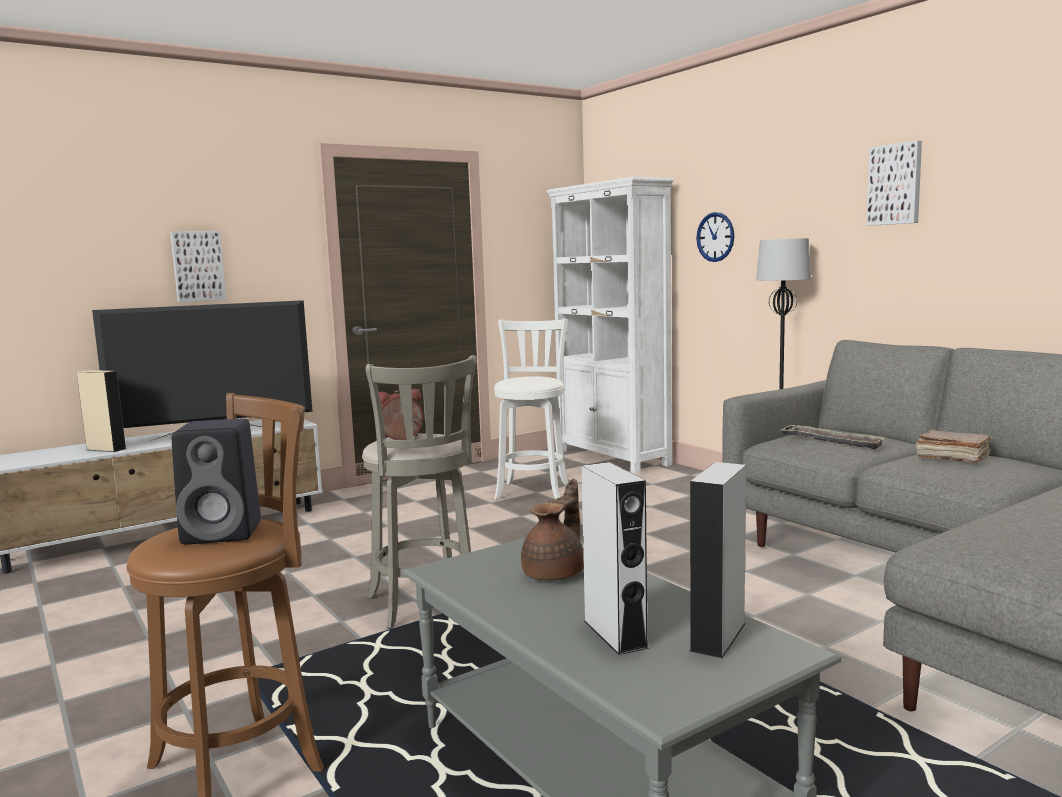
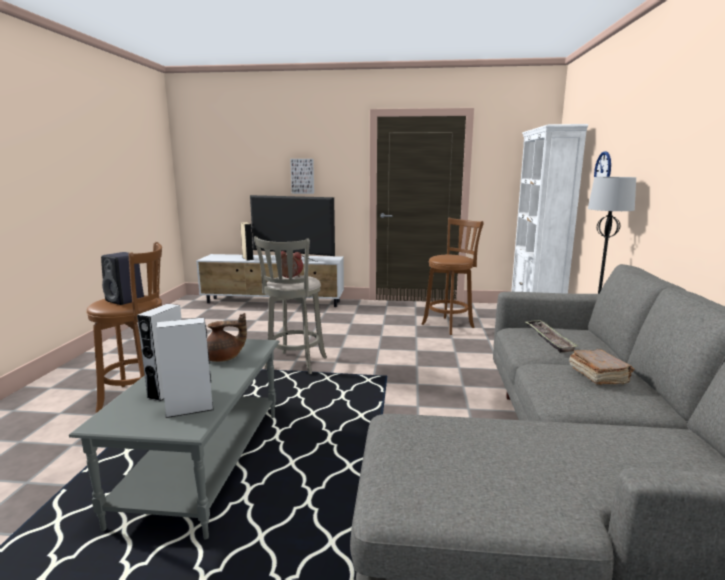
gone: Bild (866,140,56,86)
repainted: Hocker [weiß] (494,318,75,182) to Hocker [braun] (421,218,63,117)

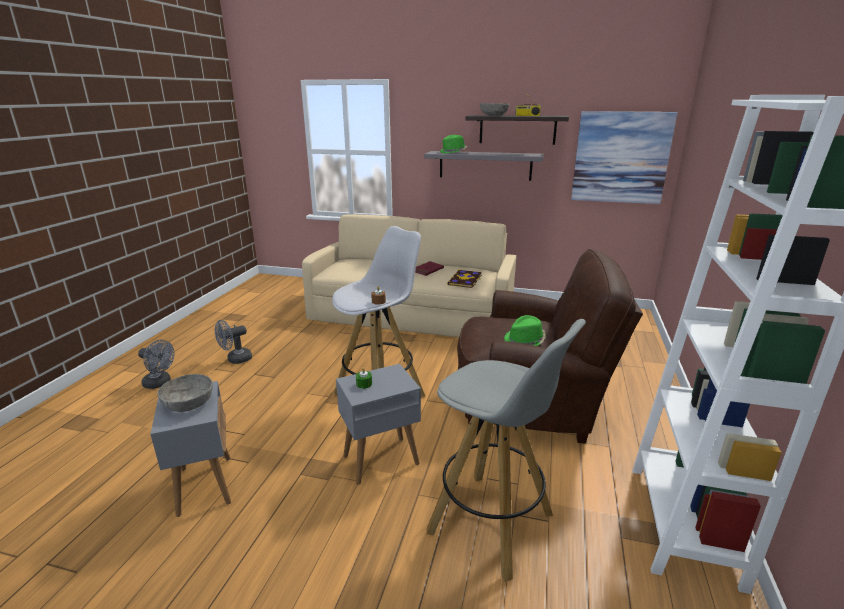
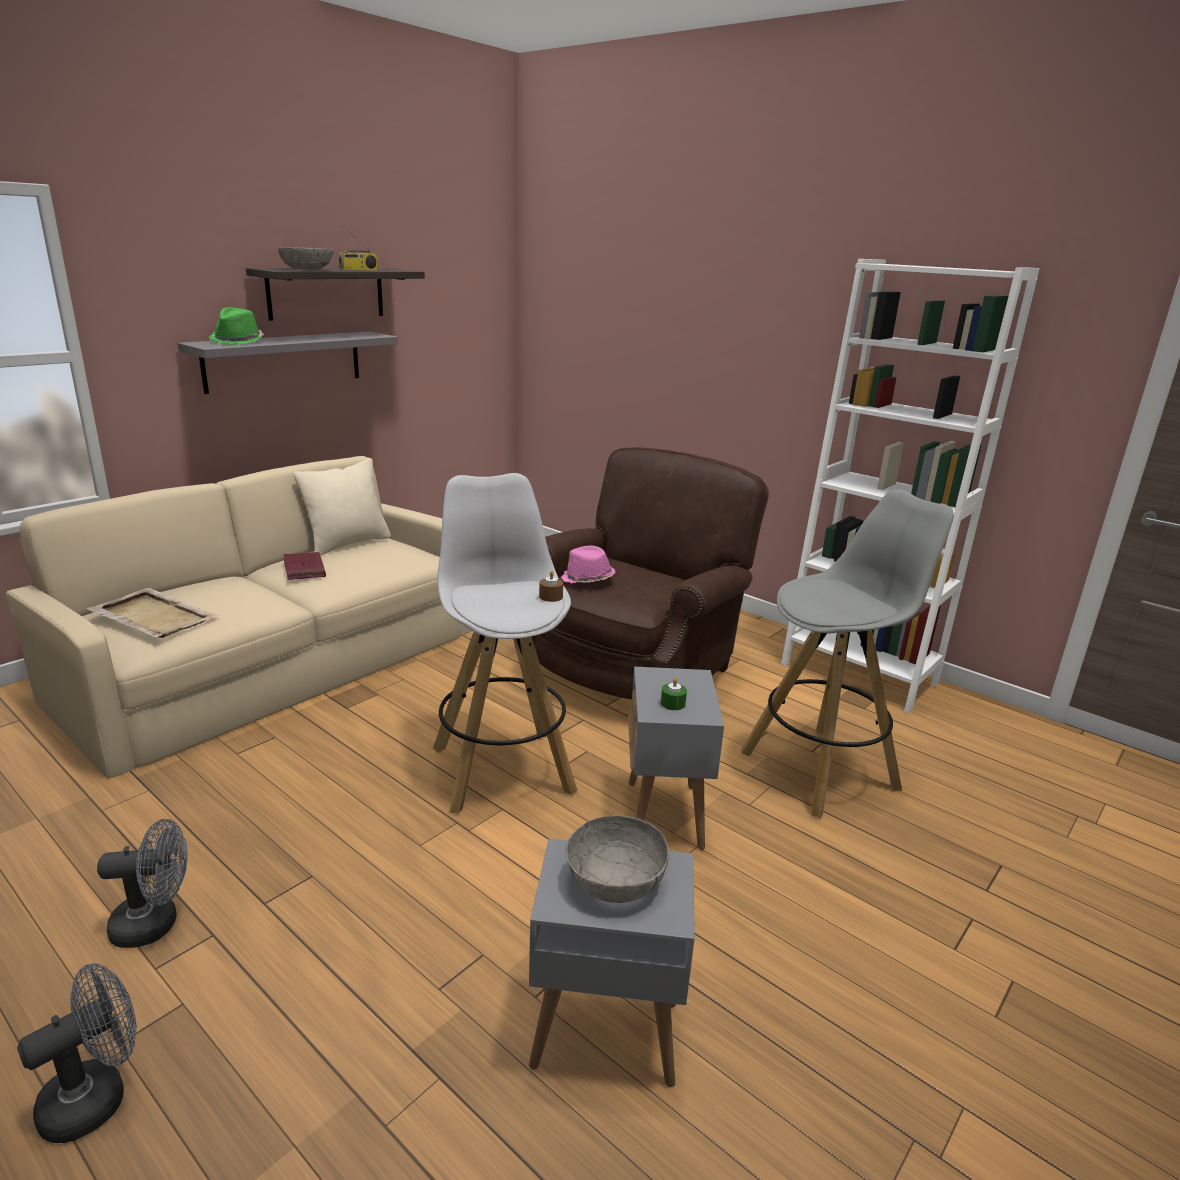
gone: Buch (447,269,35,19); Hut [grün] (504,315,42,31); Bild (571,111,107,93)
new: Tablett [beige] (86,587,133,51); Kissen [beige] (293,458,98,97); Hut [rosa] (561,546,55,38)
rotated: Ventilator [grau] (215,320,37,44) = (97,819,91,129) 90 degrees counterclockwise

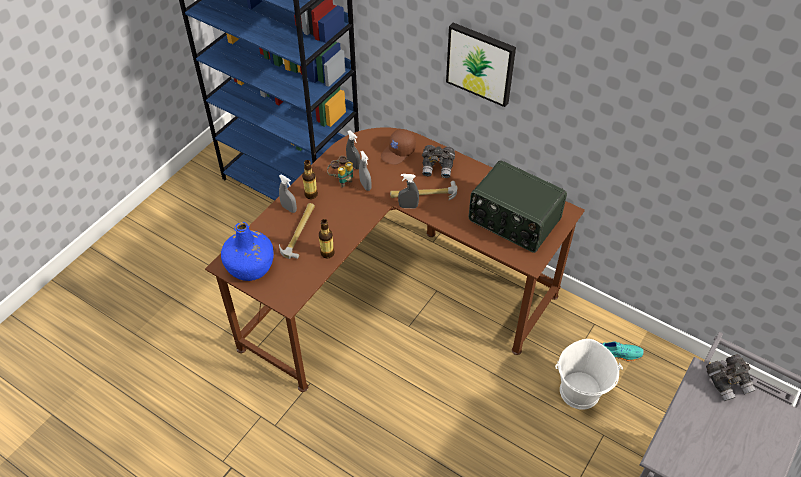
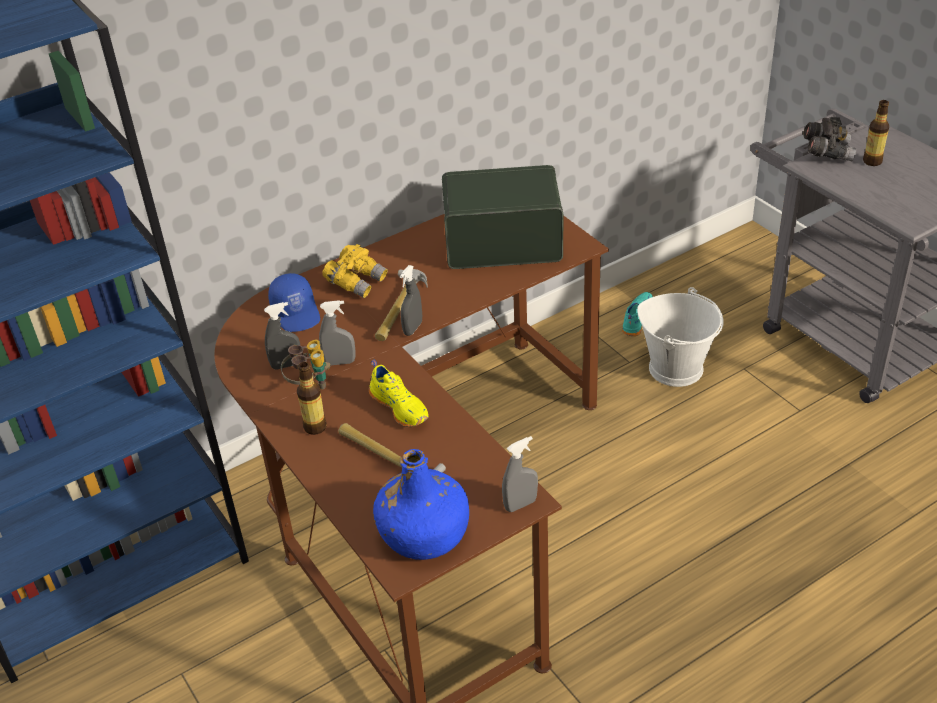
gone: Bild (446,23,70,84)
new: Schuh [gelb] (369,360,60,67)
shifted: Sprühflasche [grau] (279,174,18,39) to (502,436,36,76); Flasche (319,219,16,40) to (863,100,26,66)
repainted: Kappe [braun] (381,129,35,36) to Kappe [blau] (268,273,52,59); Fernglas [grau] (422,145,33,33) to Fernglas [gelb] (322,244,66,54)
rotated: Radio (469,160,98,93) = (442,165,121,104) 150 degrees counterclockwise

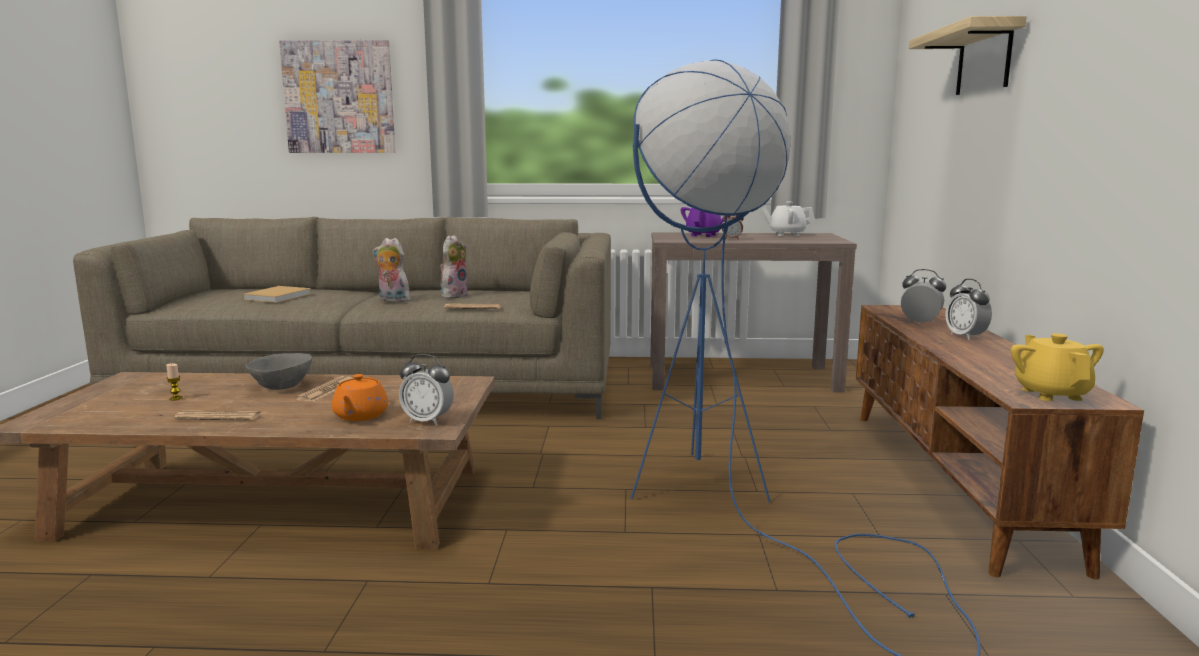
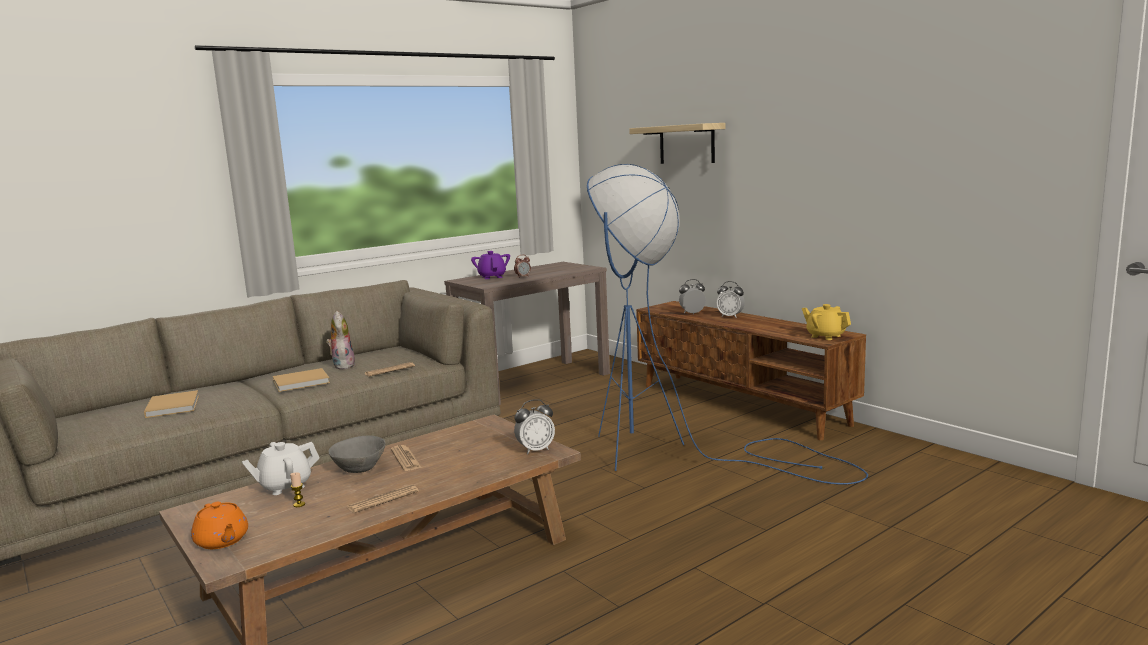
gone: Bild (279,40,116,113)
shifted: Teekanne [orange] (332,374,56,47) to (191,502,57,47); Teekanne [weiß] (762,202,53,34) to (242,442,77,53)
swapped: Plüschtier (373,238,37,64) to Buch [beige] (273,368,57,24)

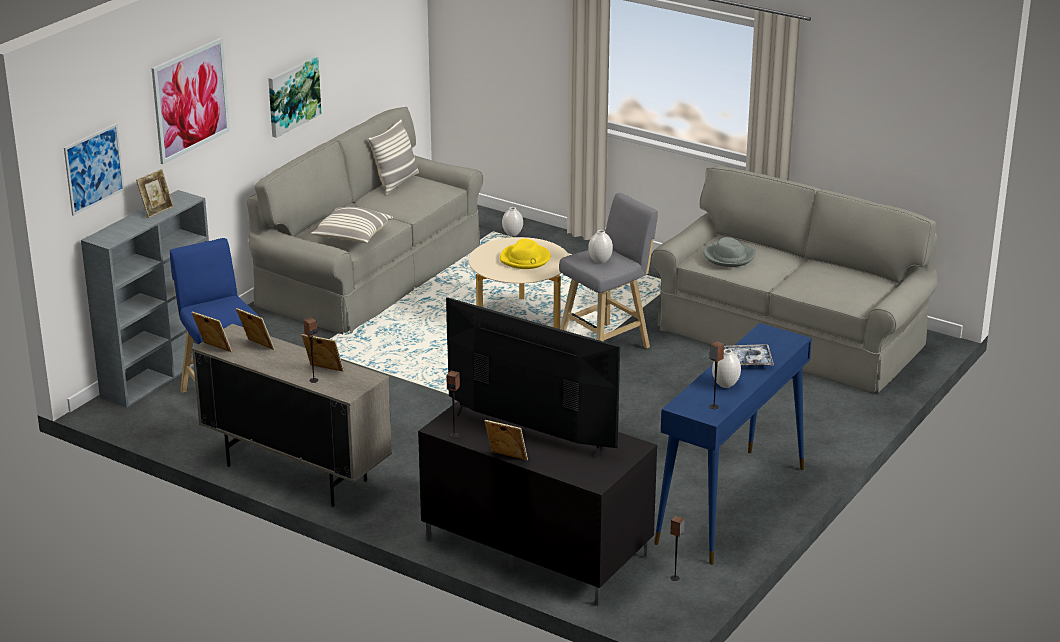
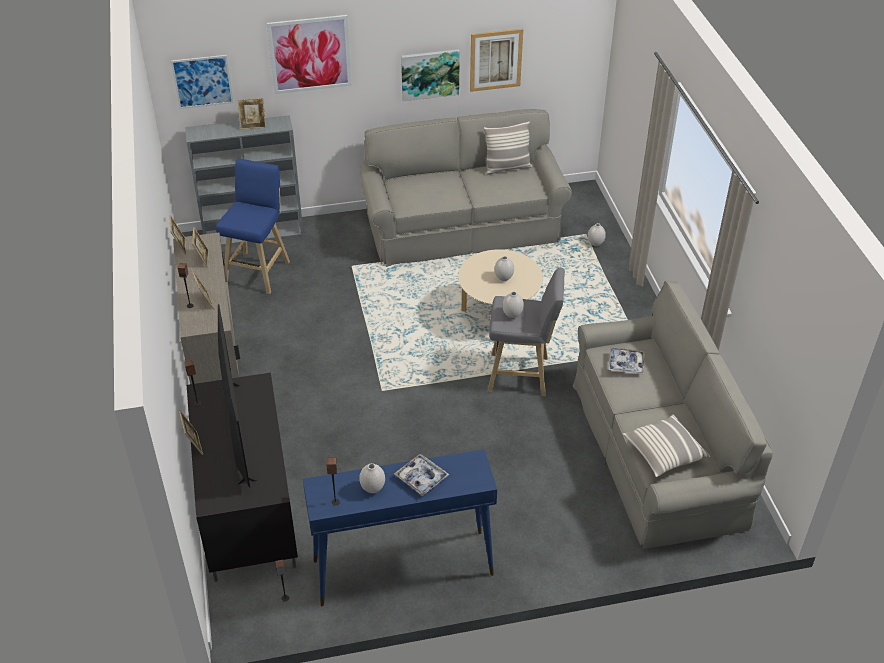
new: Bild (470,29,53,63)
shifted: Kissen (311,207,82,36) to (623,414,87,63)
swapped: Hut [gelb] (500,239,51,30) to Vase [weiß] (494,256,20,25); Hut [grau] (704,237,52,30) to Tablett (608,347,37,27)

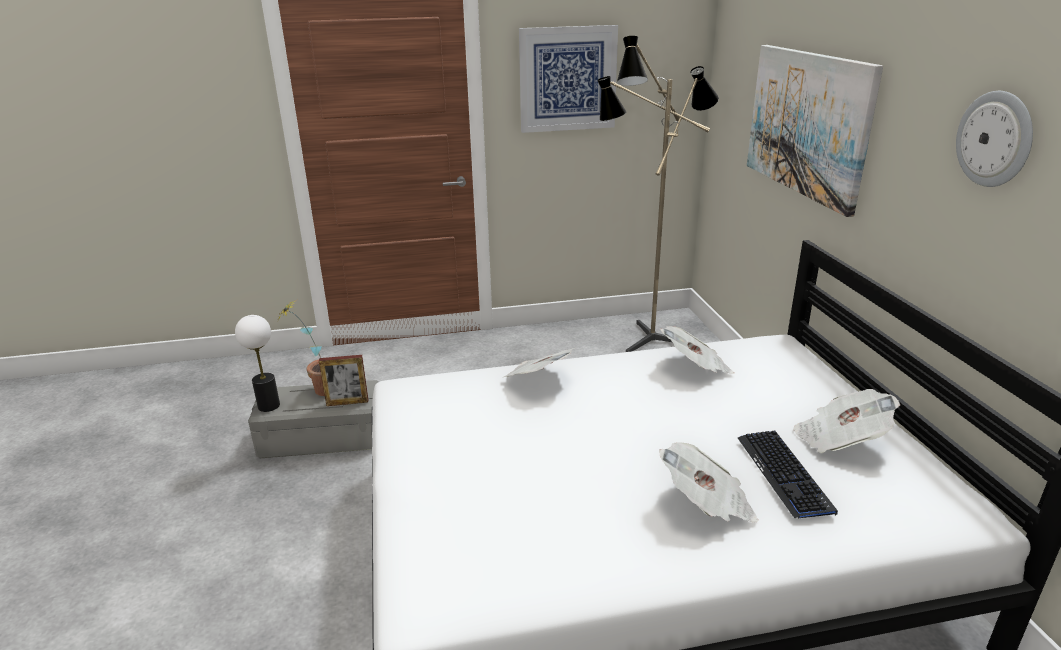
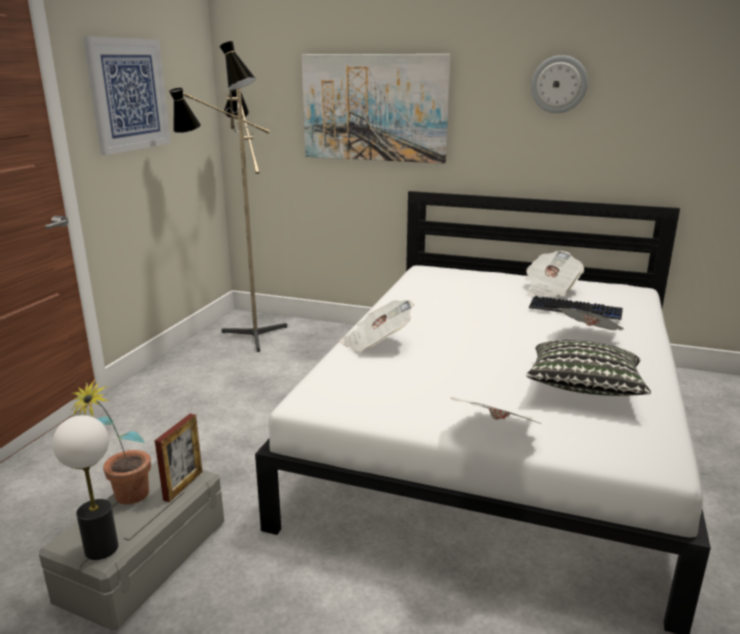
new: Kissen (526,340,125,56)
shifted: Zeitung (660,326,75,48) to (451,397,90,27)

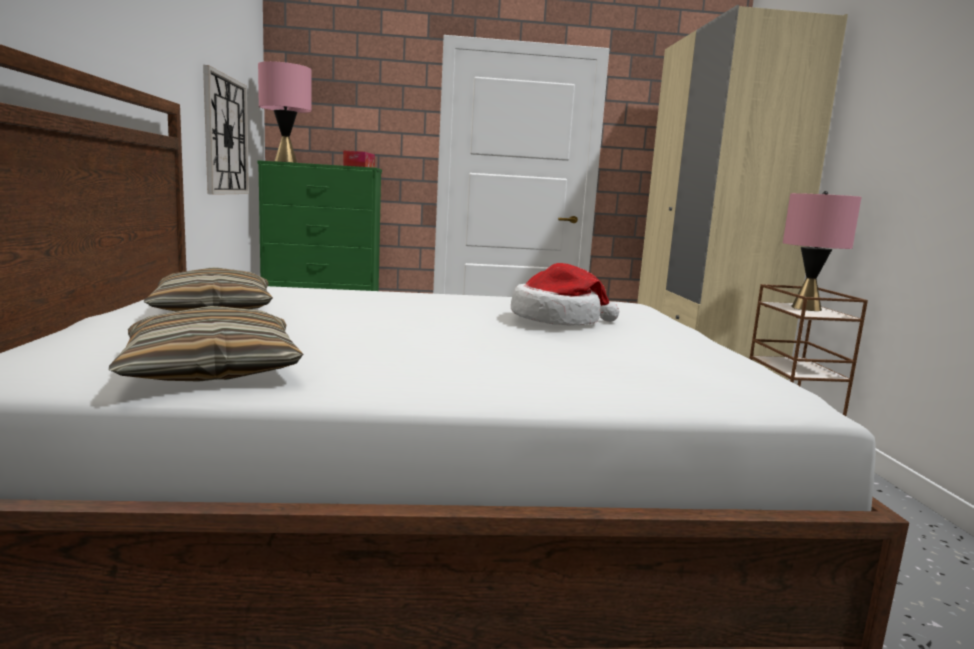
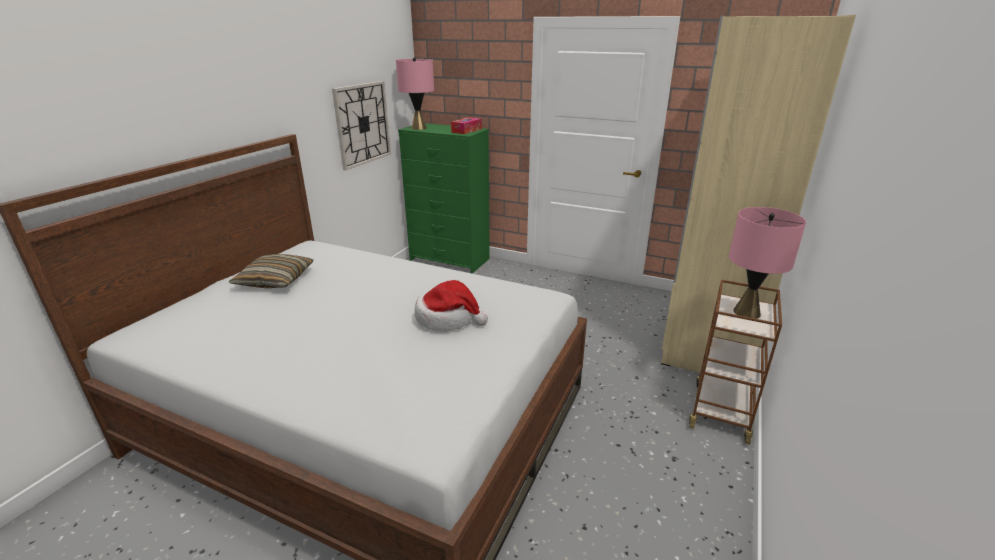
gone: Kissen (109,306,194,76)

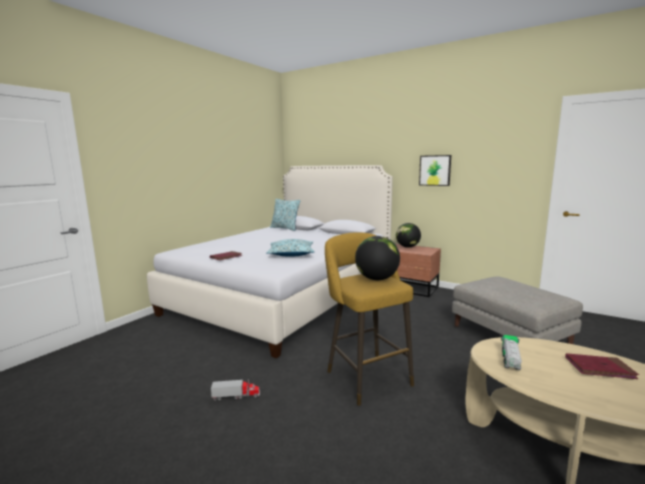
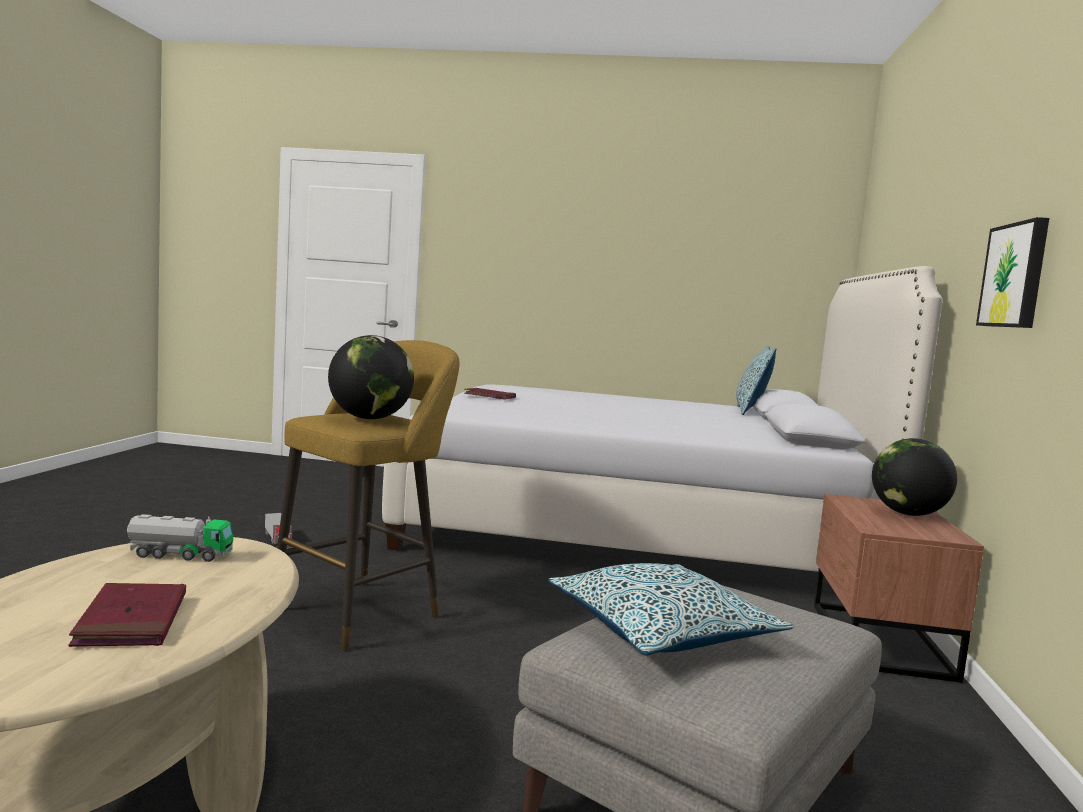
shifted: Kissen (266,239,48,18) to (548,563,246,93)

